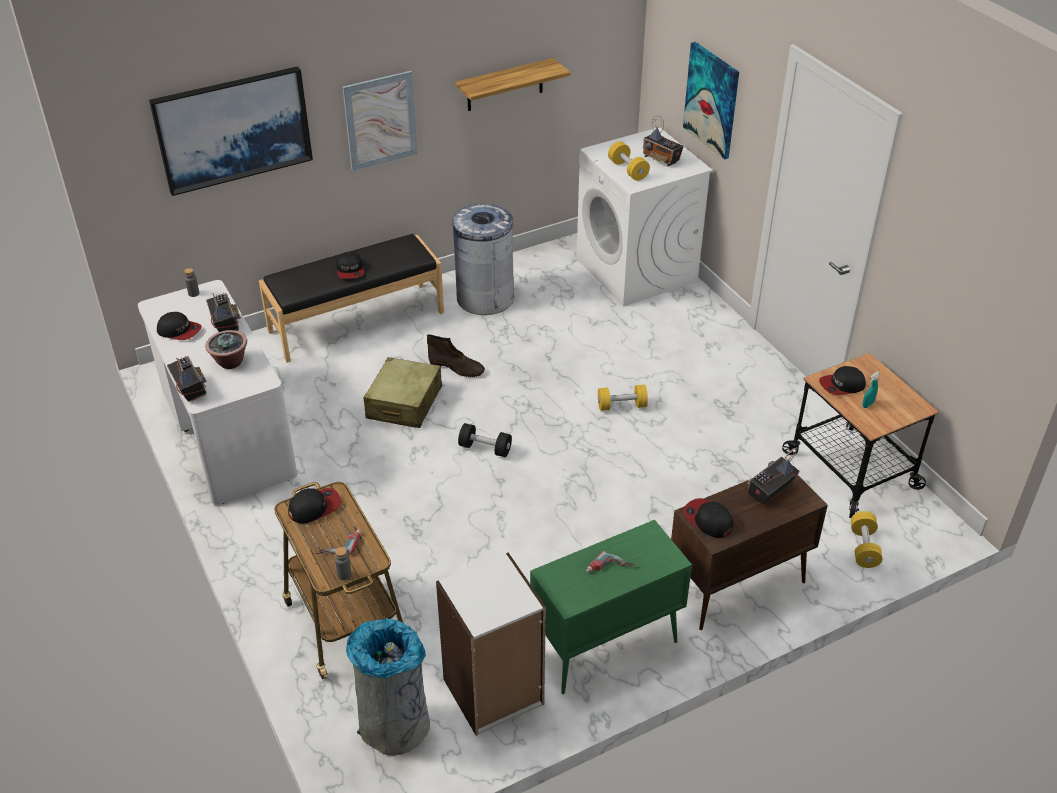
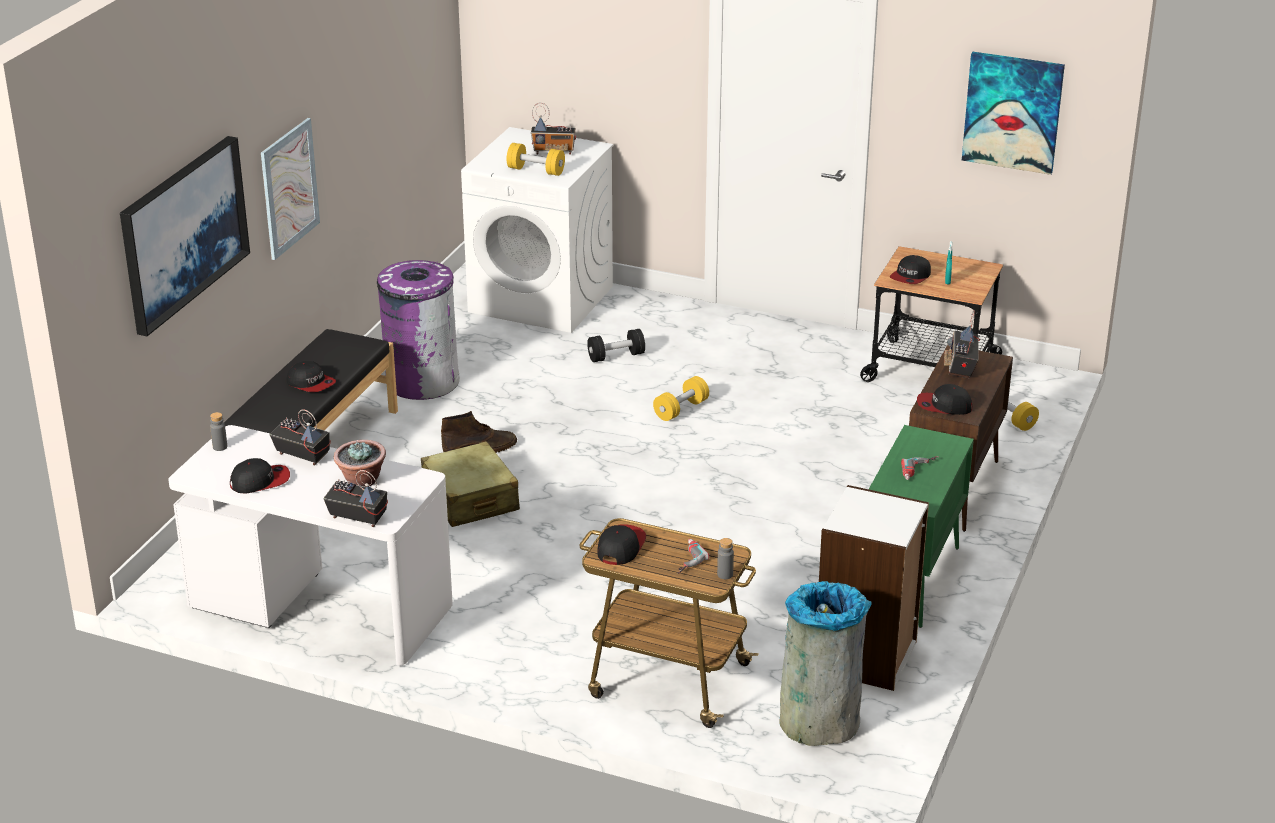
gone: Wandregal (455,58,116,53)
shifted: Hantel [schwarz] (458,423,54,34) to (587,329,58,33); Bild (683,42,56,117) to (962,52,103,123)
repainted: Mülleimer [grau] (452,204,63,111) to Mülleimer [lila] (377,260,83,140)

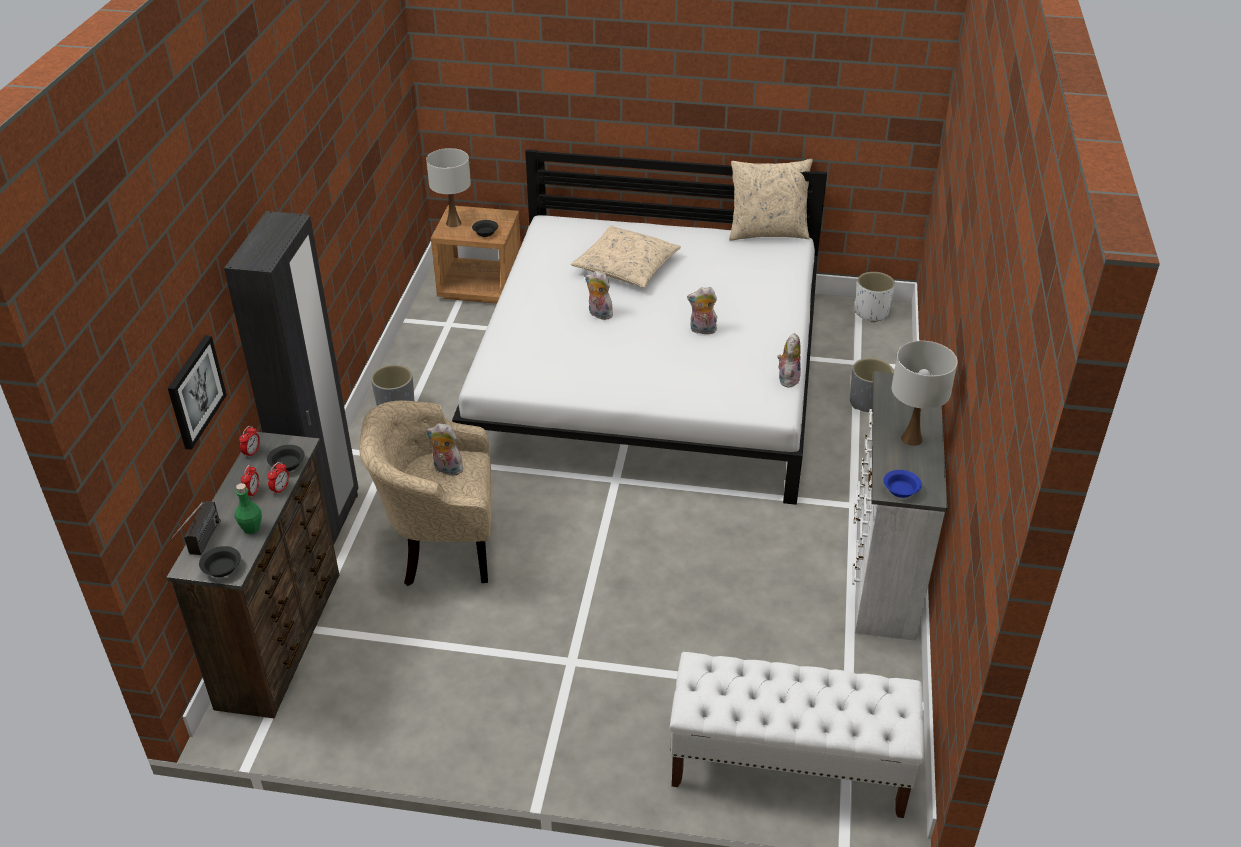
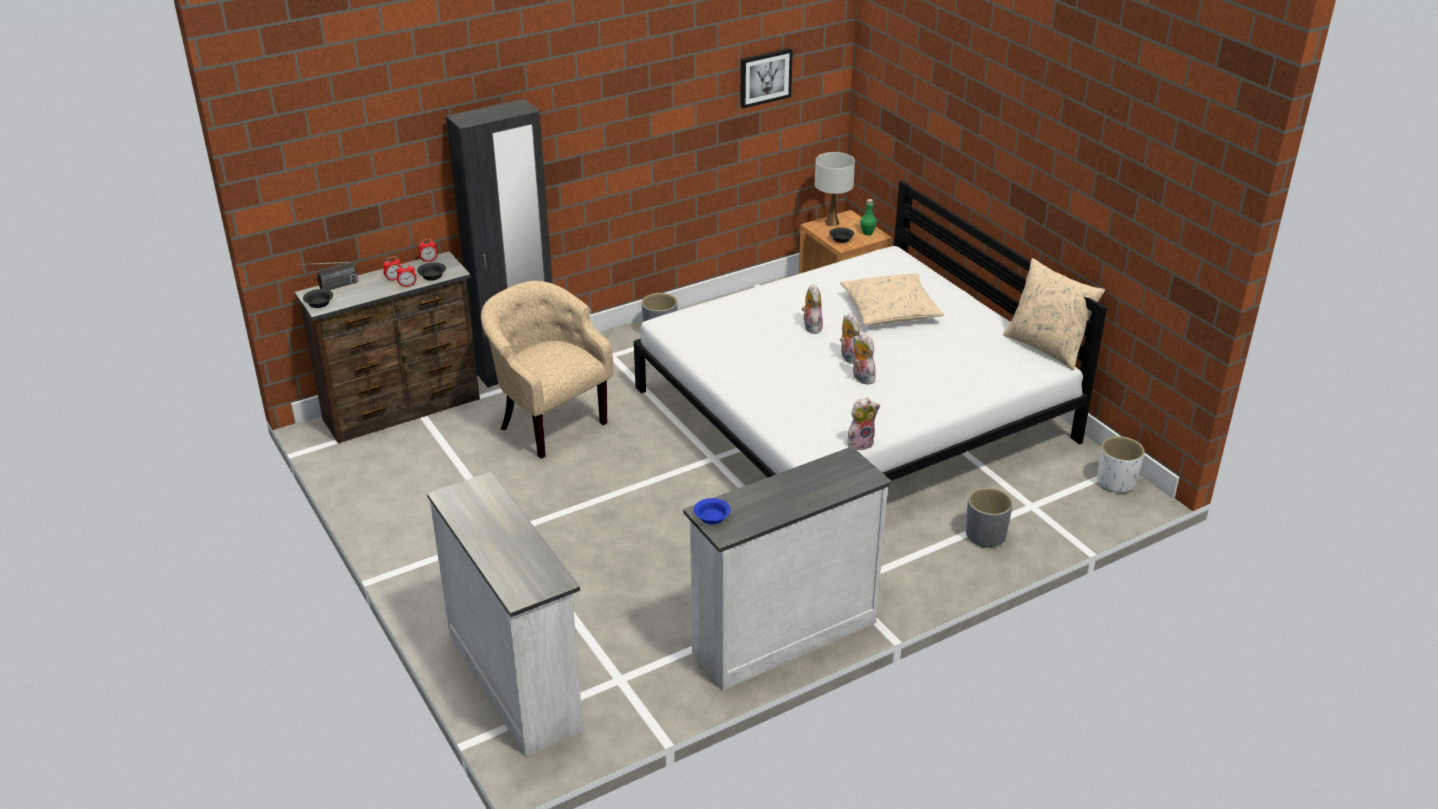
gone: Tischlampe [weiß] (892,341,66,105)
shifted: Bild (168,335,59,115) to (740,48,53,61); Flasche [grün] (235,483,27,51) to (860,199,17,36); Plüschtier (426,423,37,53) to (840,313,20,51)
swapped: Bank [weiß] (670,652,254,166) to Kommode [weiß] (427,472,156,284)

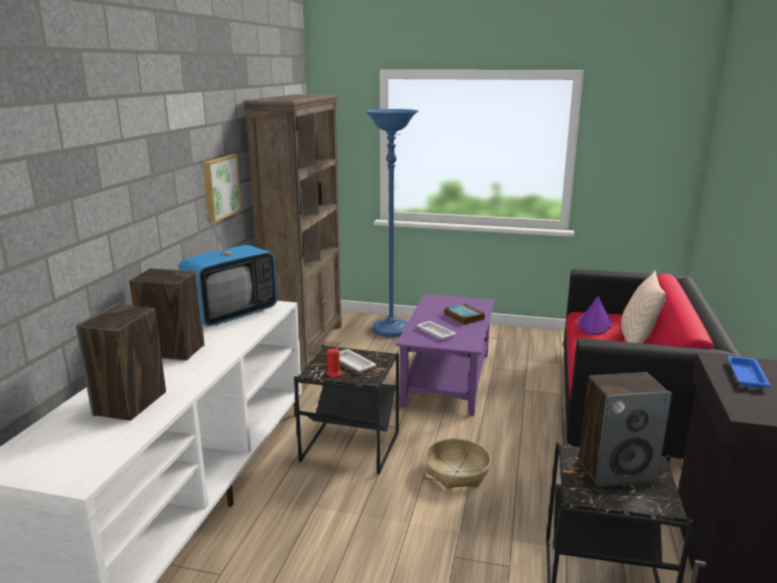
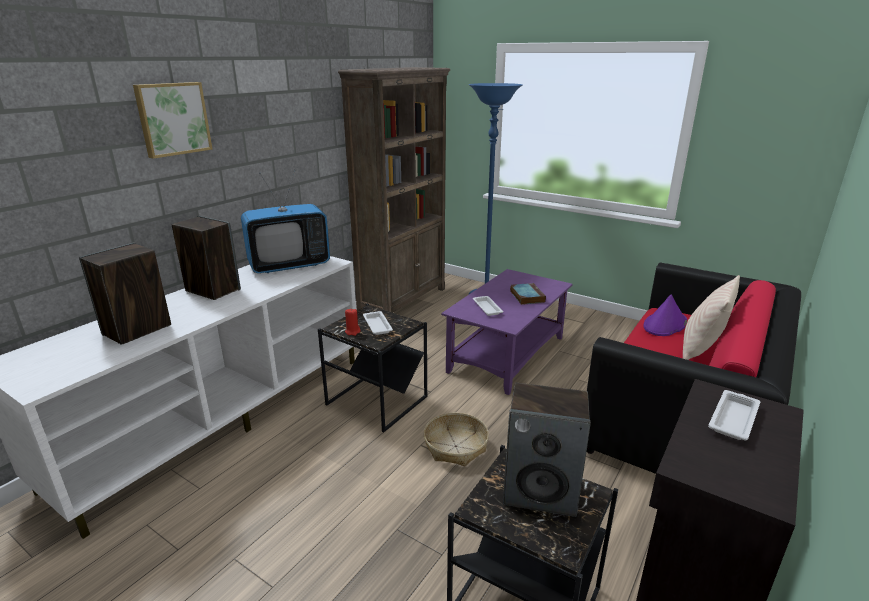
shifted: Bild (203,155,39,67) to (133,82,79,77)
repainted: Tablett [blau] (727,356,44,32) to Tablett [weiß] (708,390,52,51)

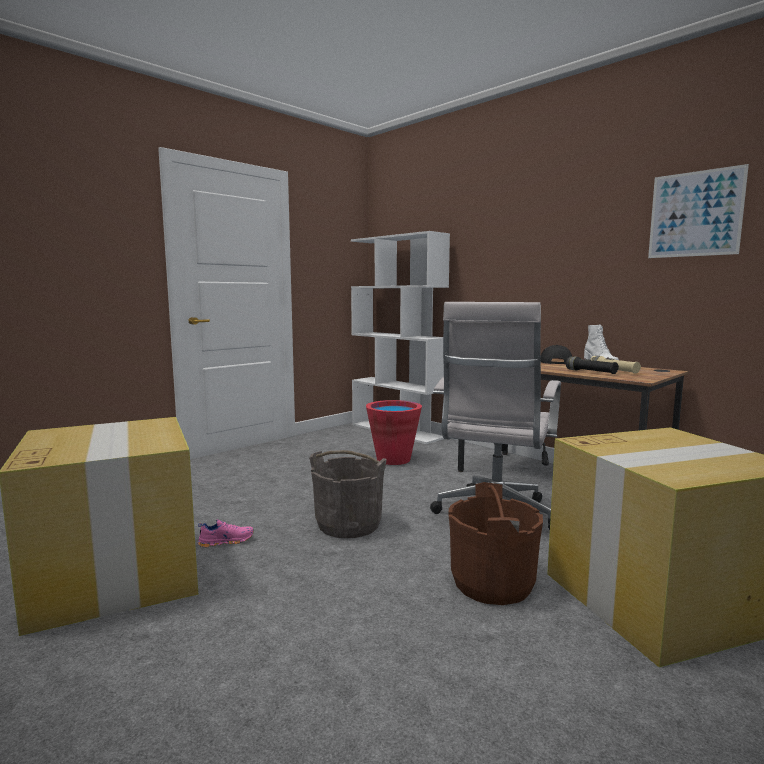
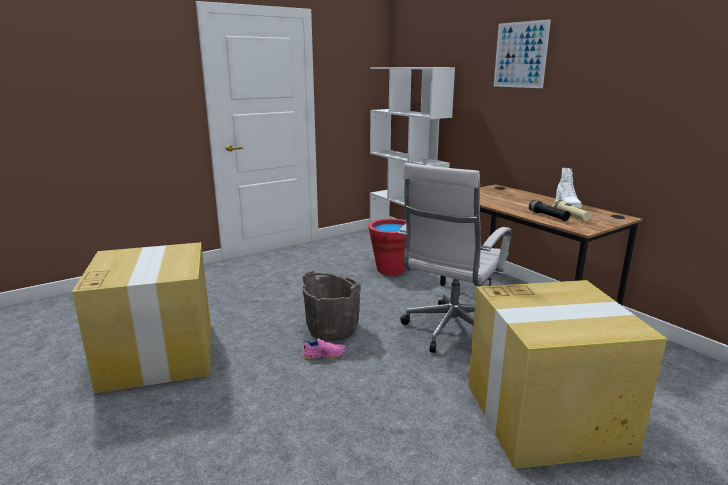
gone: Eimer [braun] (448,482,95,123); Kappe [schwarz] (540,345,32,19)
shifted: Schuh [rosa] (198,519,56,28) to (302,338,44,21); Bild (648,164,101,94) to (494,19,57,69)

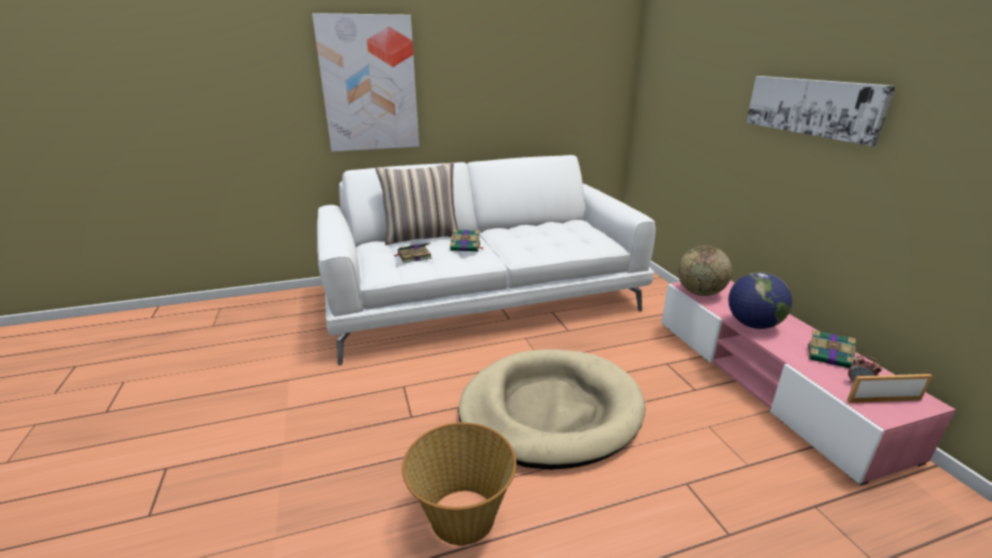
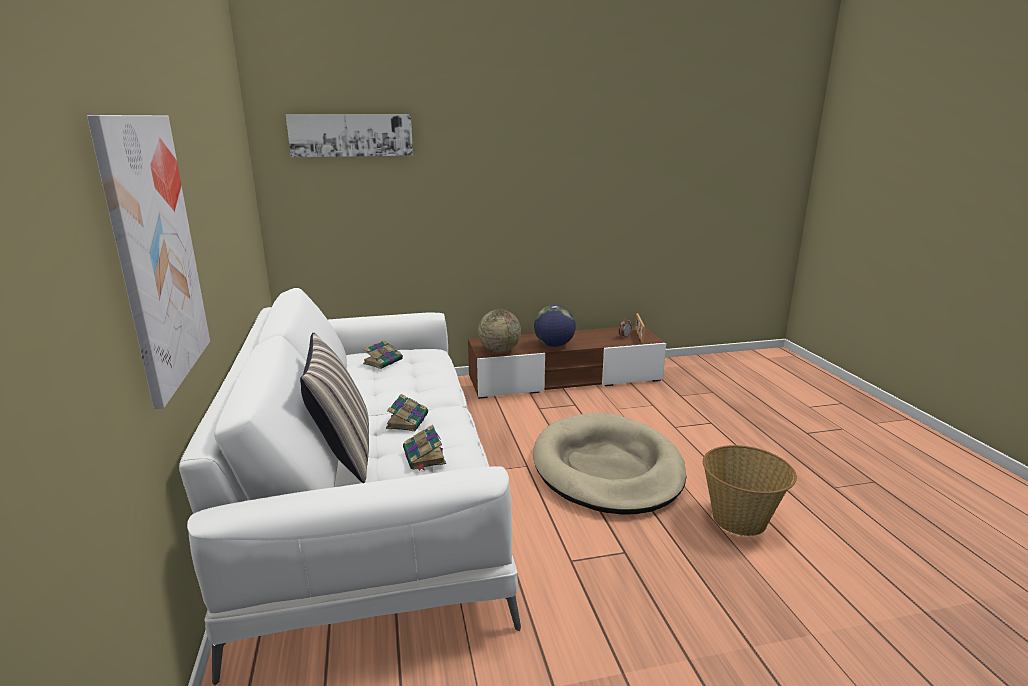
shifted: Bild (746,76,149,70) to (286,114,127,43); Buch (808,330,48,38) to (363,340,40,29)
repainted: Fernsehschrank [rosa] (661,280,295,206) to Fernsehschrank [braun] (468,326,198,73)

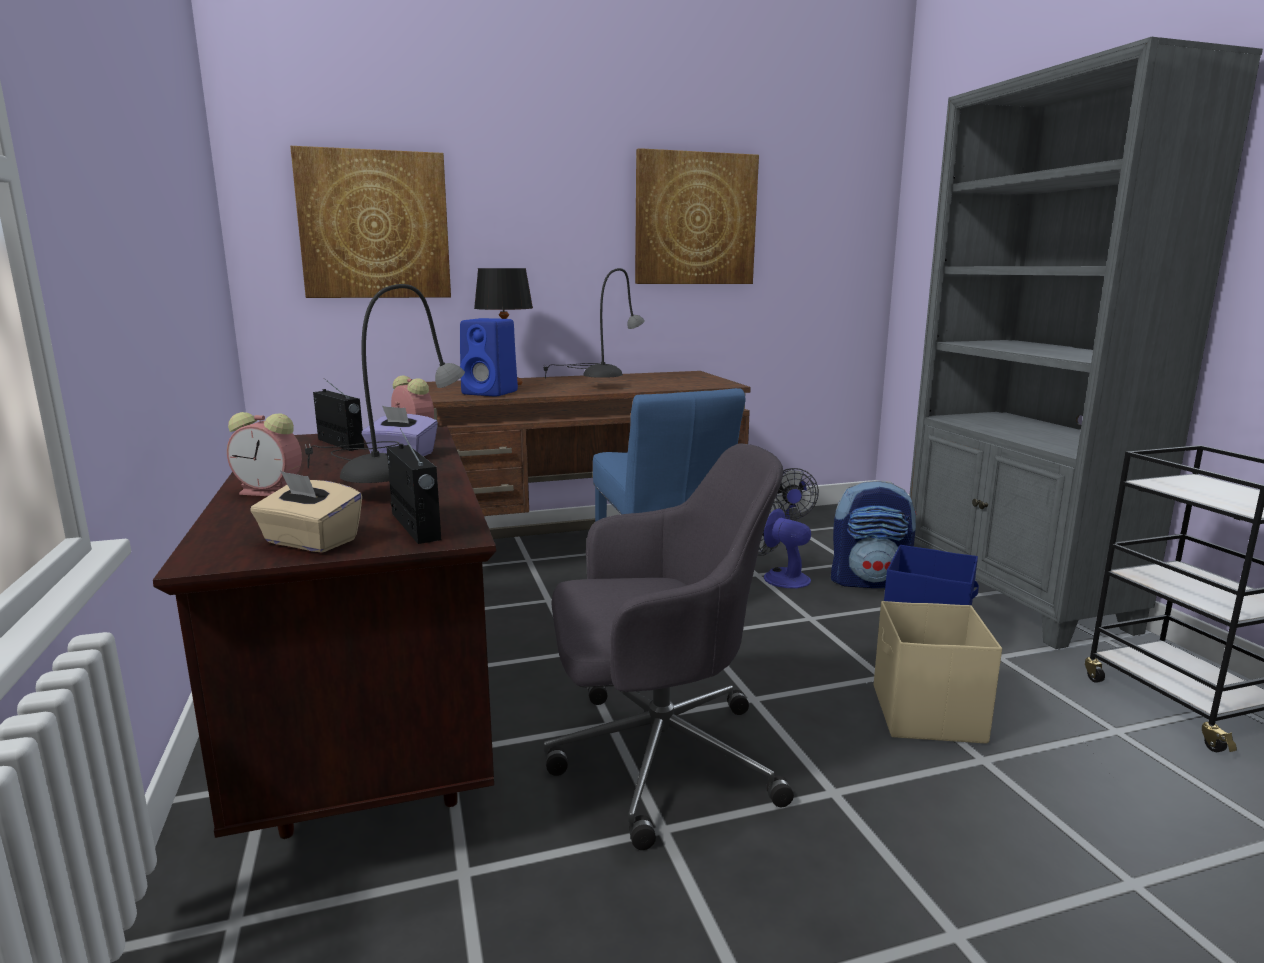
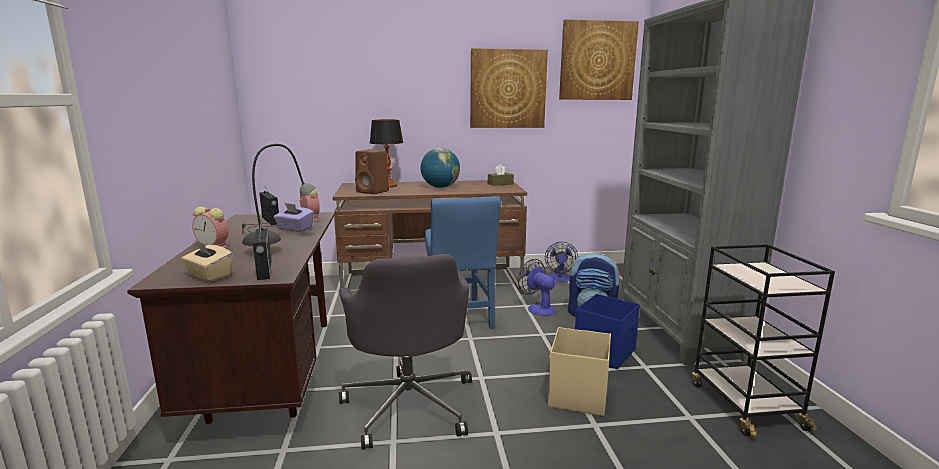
new: Taschentuchbox [braun] (488,164,26,22)
shifted: Bild (290,146,161,152) to (559,19,80,81)
swapped: Tischlampe [grau] (543,268,102,111) to Globus (420,148,40,40)
repainted: Lautsprecher [blau] (460,318,58,79) to Lautsprecher [braun] (355,149,34,45)
rotated: Bürostuhl [grau] (544,444,250,406) = (339,254,133,196) 75 degrees clockwise

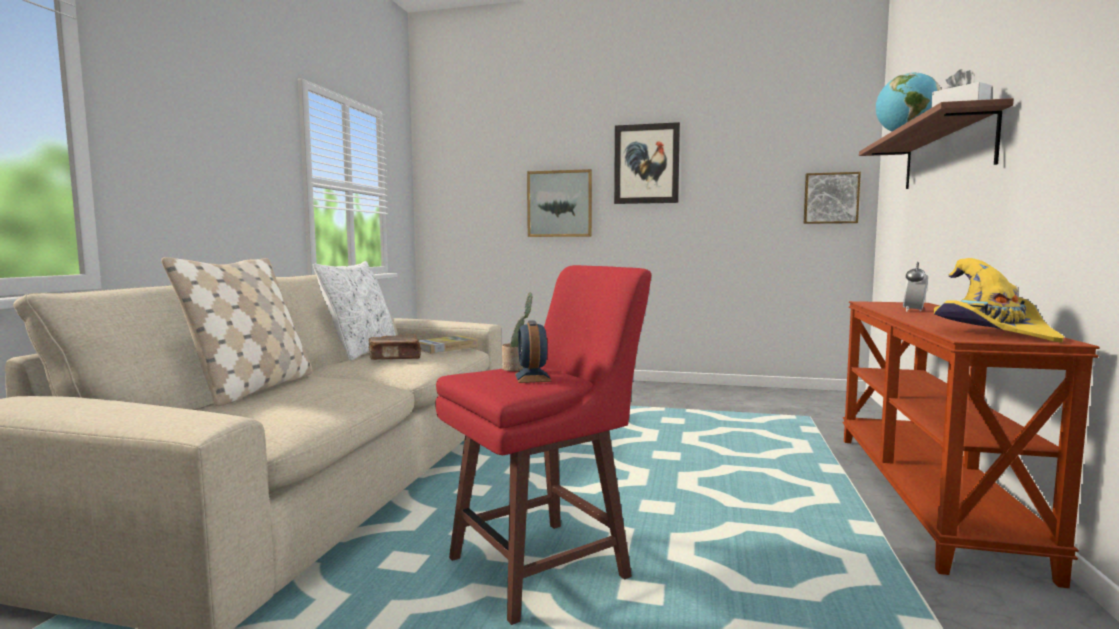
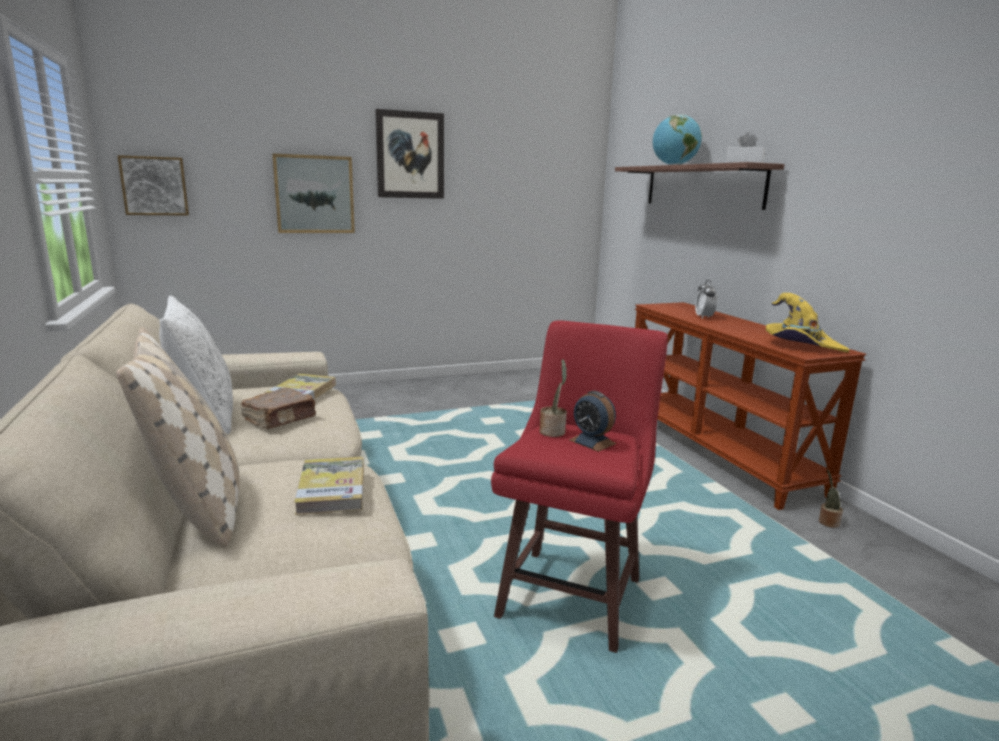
new: Buch (294,457,70,58); Topfpflanze (819,470,24,58)
shifted: Bild (804,172,57,52) to (117,155,72,61)

